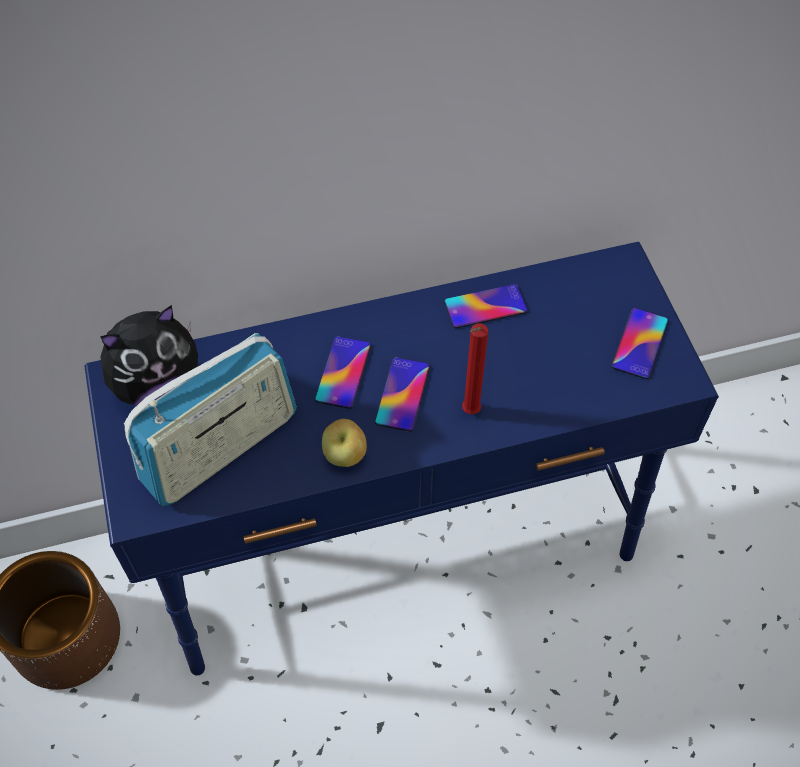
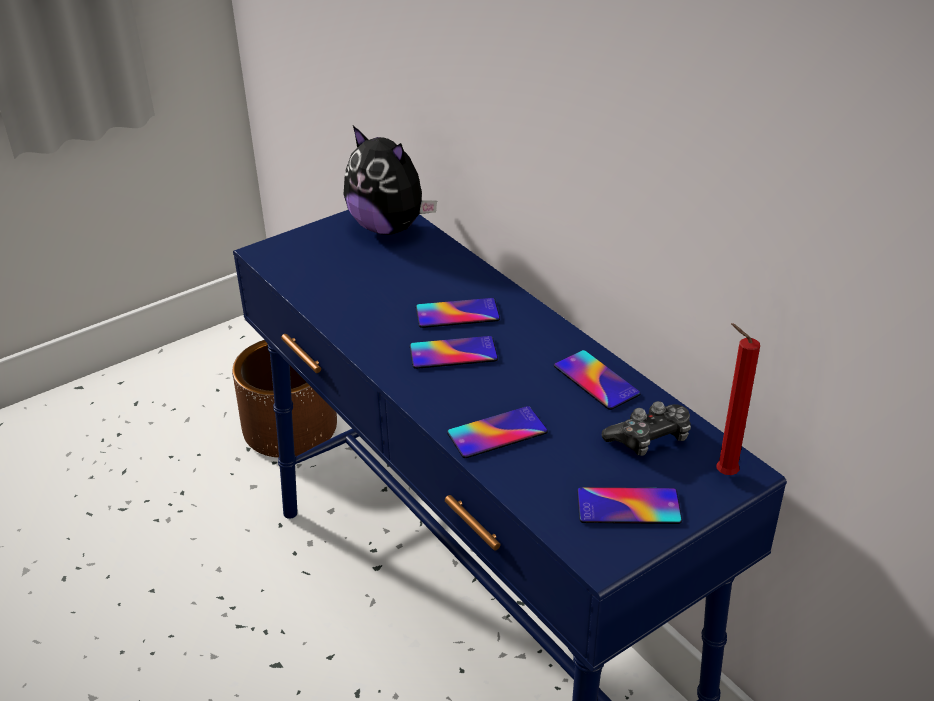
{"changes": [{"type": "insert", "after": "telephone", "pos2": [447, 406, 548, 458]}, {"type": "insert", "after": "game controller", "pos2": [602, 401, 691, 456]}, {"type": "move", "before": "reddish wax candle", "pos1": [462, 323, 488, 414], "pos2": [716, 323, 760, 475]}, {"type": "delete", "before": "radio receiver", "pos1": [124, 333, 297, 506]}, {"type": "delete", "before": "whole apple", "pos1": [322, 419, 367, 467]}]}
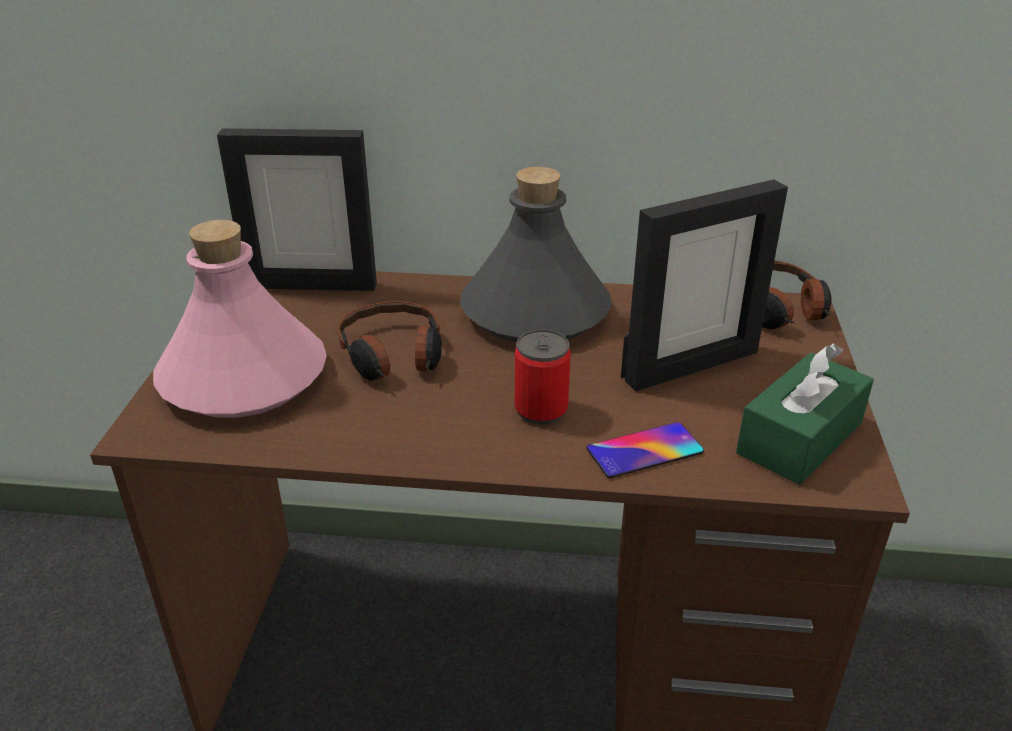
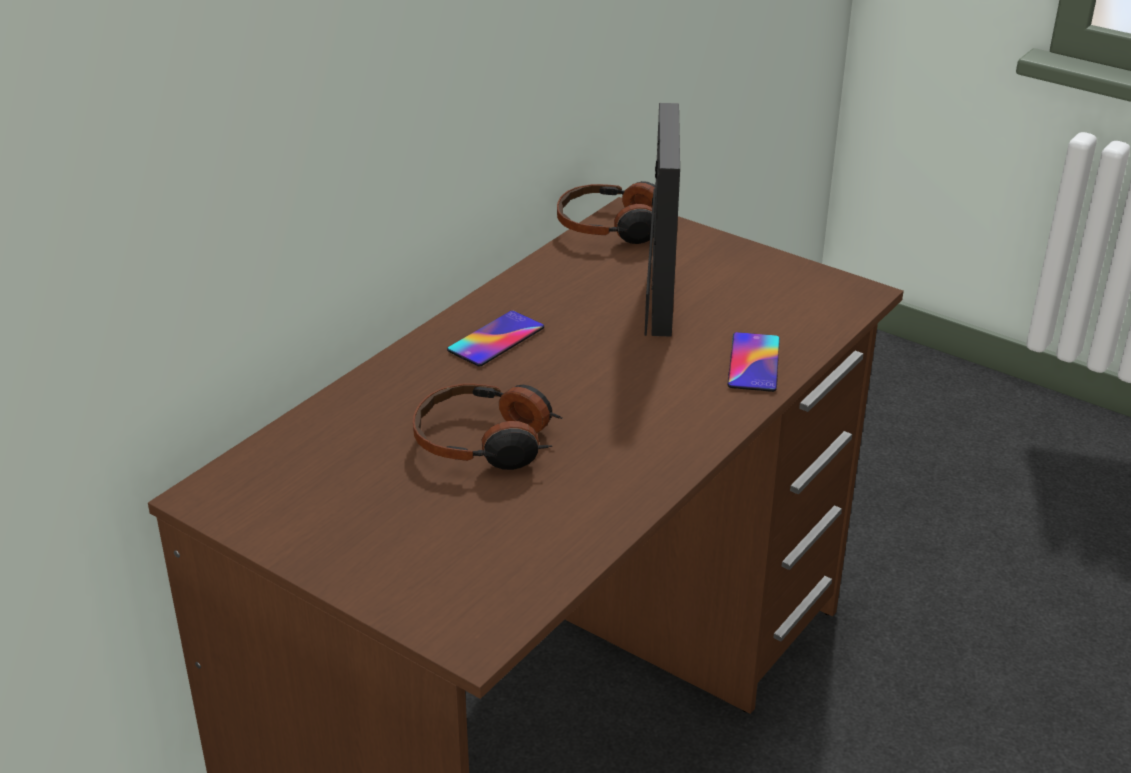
{"changes": [{"type": "replace", "before": "grey bottle", "after": "telephone", "pos1": [460, 167, 611, 342], "pos2": [447, 311, 544, 367]}, {"type": "delete", "before": "pink bottle", "pos1": [153, 220, 327, 418]}, {"type": "delete", "before": "picture frame", "pos1": [217, 128, 377, 291]}, {"type": "delete", "before": "metal can", "pos1": [515, 330, 571, 425]}, {"type": "delete", "before": "greenish tissue box", "pos1": [736, 343, 874, 485]}]}
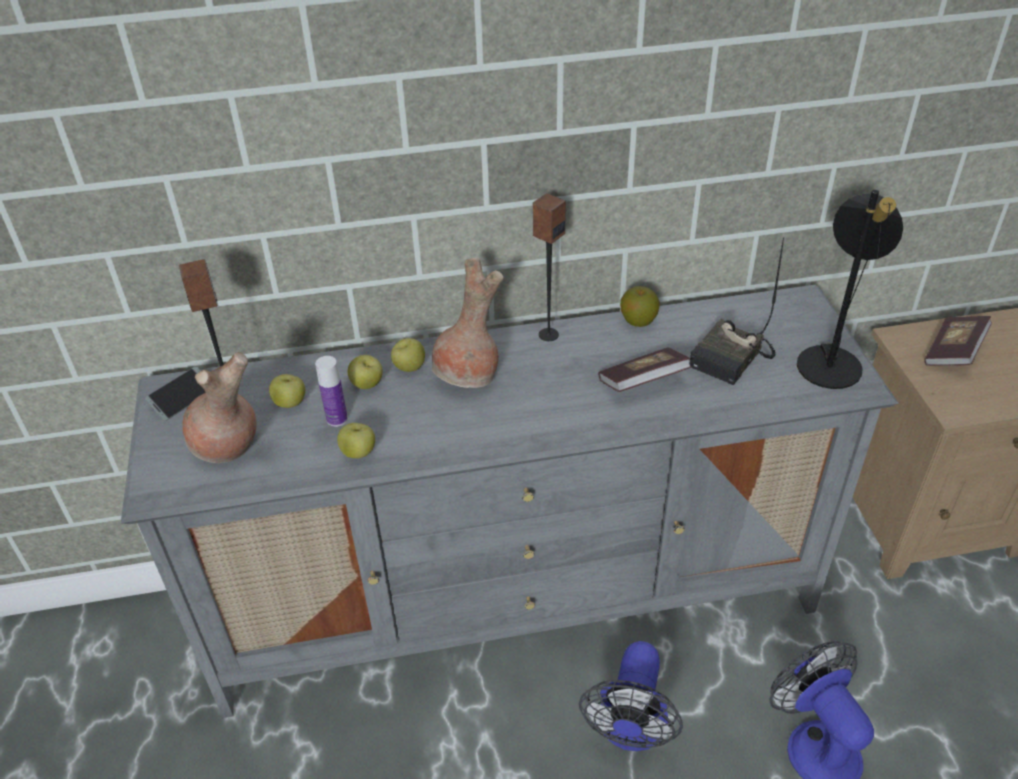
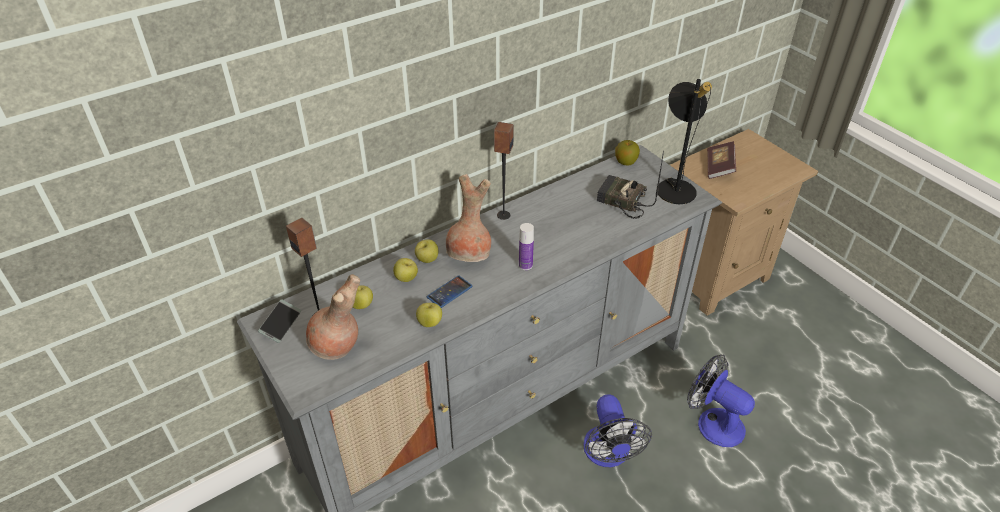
{"changes": [{"type": "insert", "after": "telephone", "pos2": [427, 275, 473, 308]}, {"type": "move", "before": "bottle", "pos1": [315, 356, 348, 427], "pos2": [519, 223, 534, 270]}, {"type": "rotate", "before": "radio receiver", "pos1": [689, 238, 784, 385], "pos2": [597, 151, 664, 219], "turn": 105}, {"type": "move", "before": "whole apple", "pos1": [620, 286, 660, 327], "pos2": [615, 140, 640, 166]}, {"type": "delete", "before": "book", "pos1": [598, 347, 692, 392]}]}
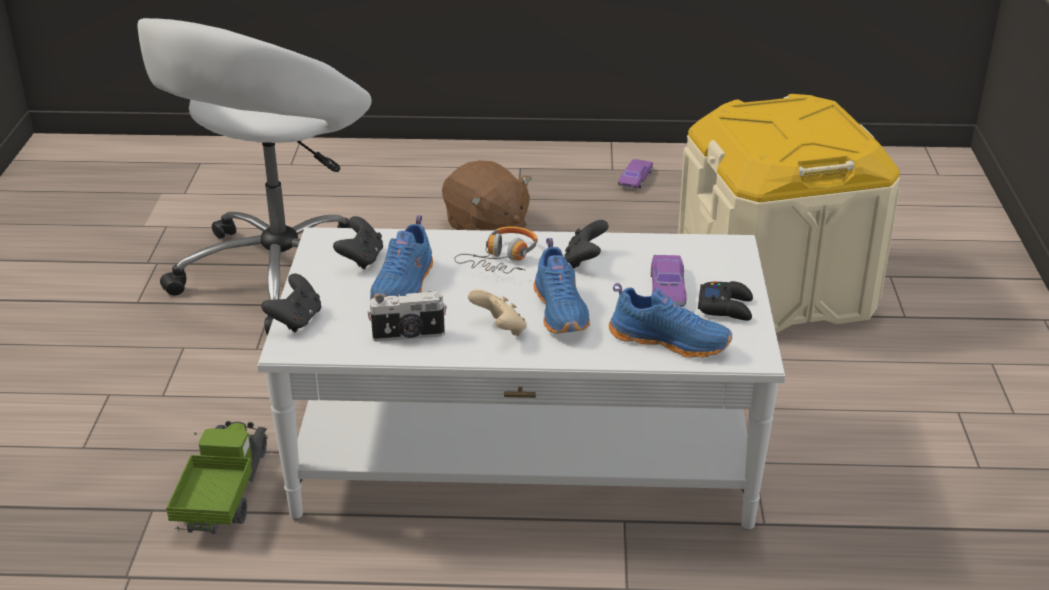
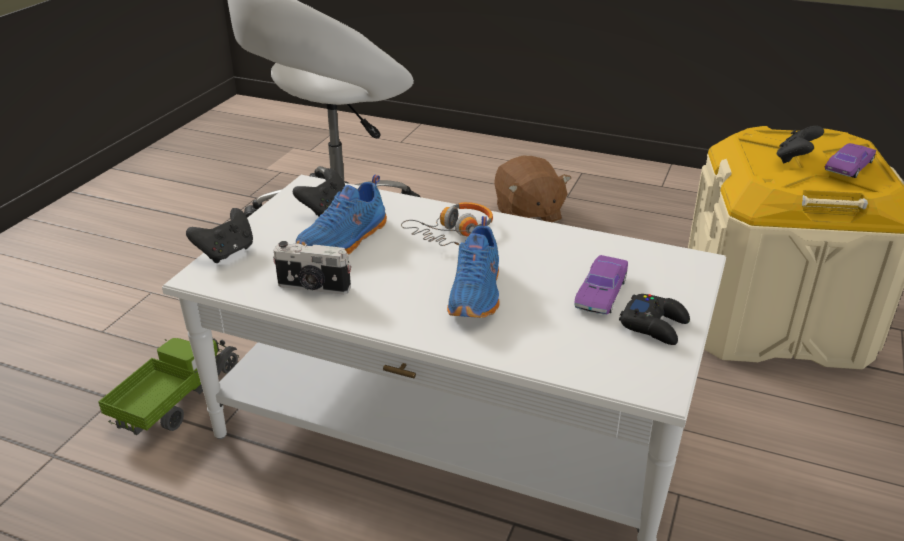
{"changes": [{"type": "move", "before": "black game controller", "pos1": [564, 220, 609, 269], "pos2": [776, 126, 824, 164]}, {"type": "move", "before": "purplish miniature car", "pos1": [618, 159, 653, 189], "pos2": [825, 143, 876, 178]}, {"type": "delete", "before": "sand-coloured game controller", "pos1": [468, 289, 527, 336]}, {"type": "delete", "before": "blue shoe", "pos1": [609, 283, 732, 358]}]}
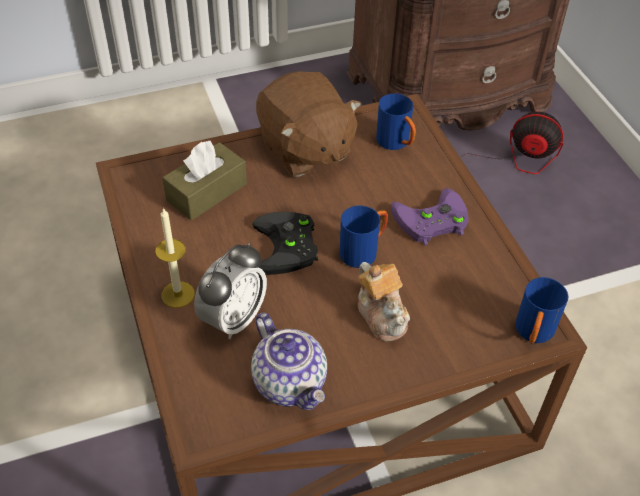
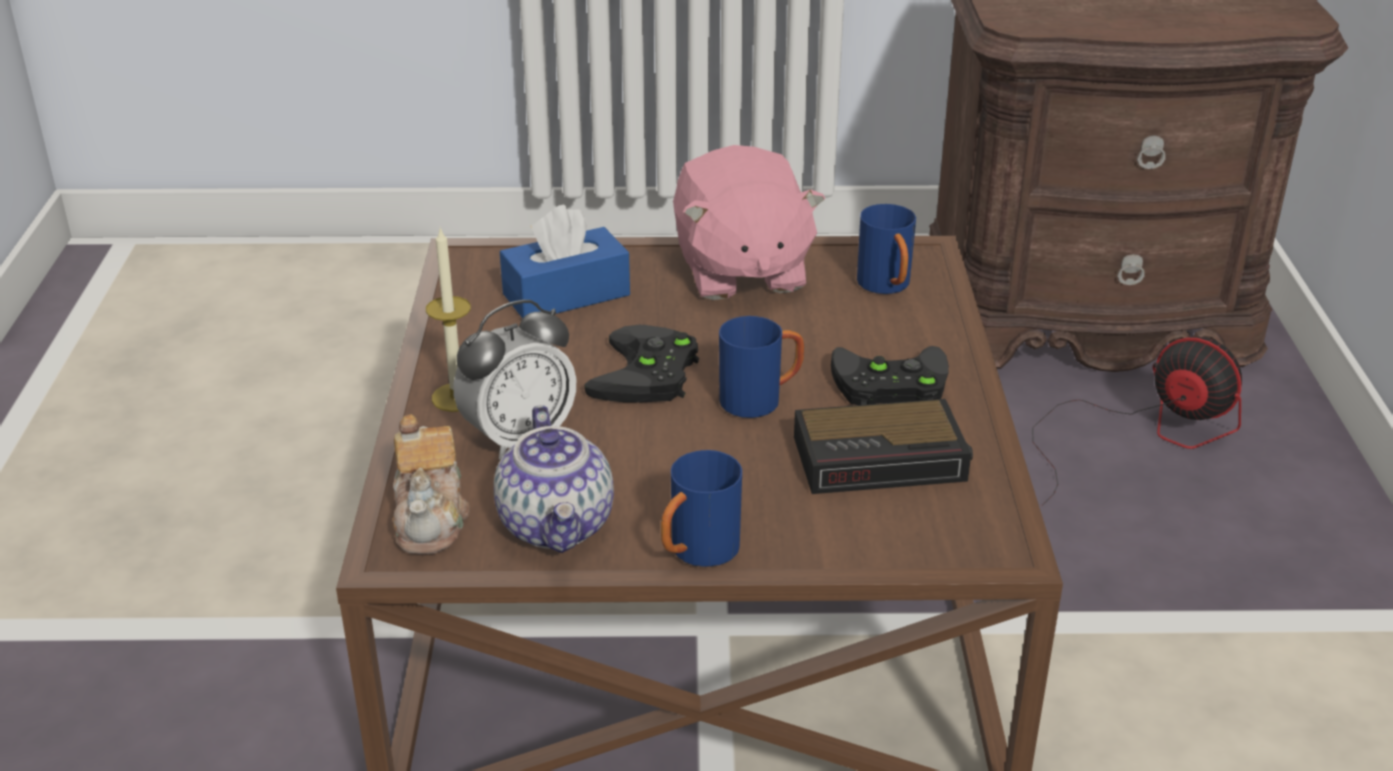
{"changes": [{"type": "move", "before": "teapot", "pos1": [358, 262, 410, 341], "pos2": [393, 414, 470, 554]}, {"type": "recolor", "before": "brownish tissue box", "after": "blue tissue box", "pos1": [162, 140, 247, 221], "pos2": [500, 205, 630, 319]}, {"type": "move", "before": "blue tea mug", "pos1": [515, 277, 568, 343], "pos2": [661, 450, 742, 567]}, {"type": "recolor", "before": "brownish cuddly toy", "after": "pink cuddly toy", "pos1": [256, 71, 362, 177], "pos2": [673, 145, 826, 300]}, {"type": "insert", "after": "table clock", "pos2": [794, 399, 973, 494]}, {"type": "recolor", "before": "purplish game controller", "after": "black game controller", "pos1": [391, 188, 469, 245], "pos2": [831, 346, 949, 405]}]}
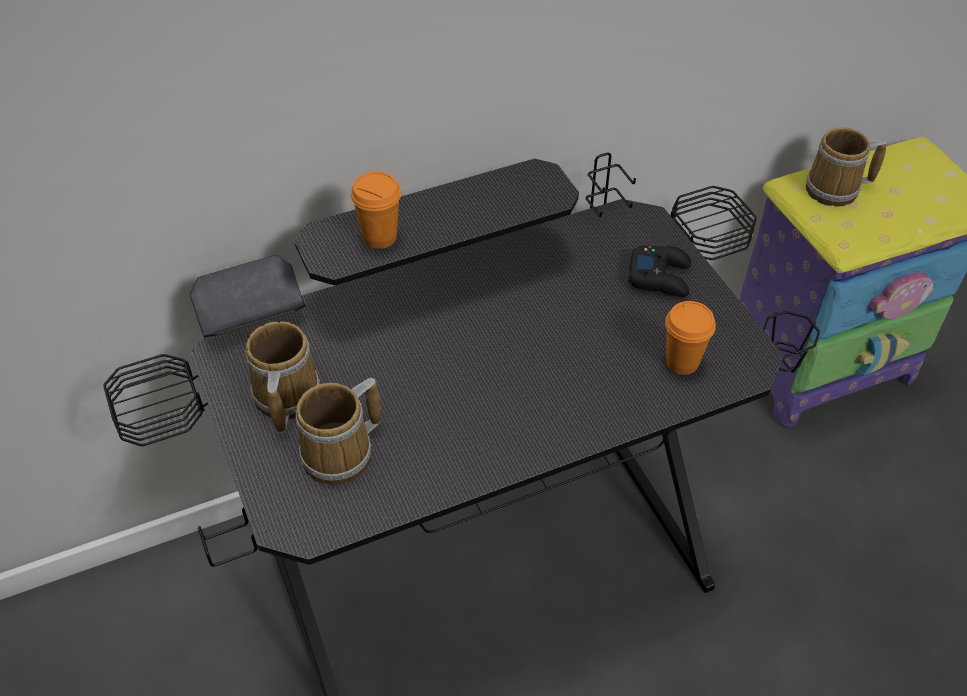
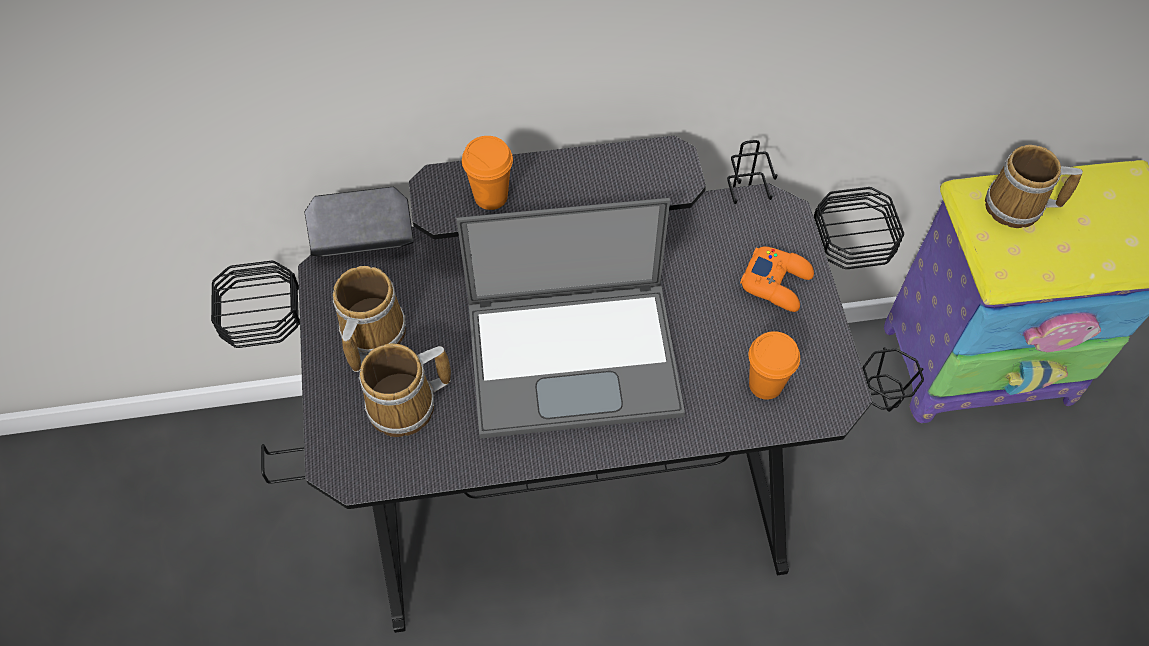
{"changes": [{"type": "insert", "after": "portable computer", "pos2": [456, 198, 685, 439]}, {"type": "recolor", "before": "black game controller", "after": "orangey game controller", "pos1": [628, 246, 691, 297], "pos2": [740, 246, 814, 312]}]}
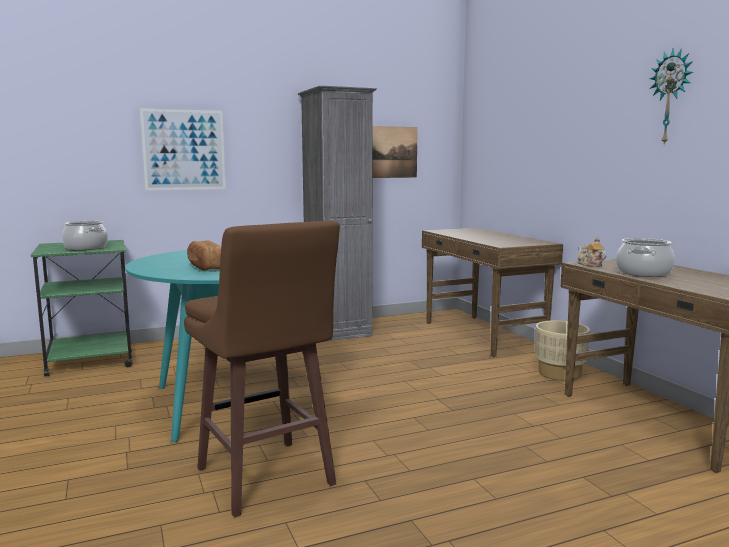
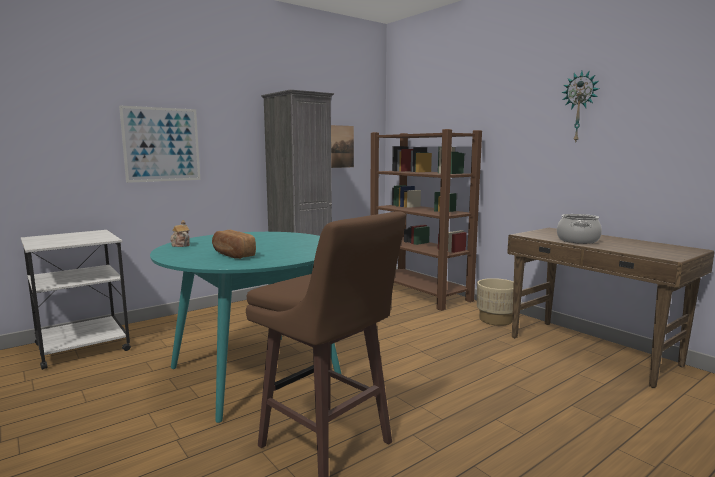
{"changes": [{"type": "recolor", "before": "greenish cart", "after": "whitish cart", "pos1": [31, 240, 133, 376], "pos2": [21, 230, 131, 370]}, {"type": "move", "before": "teapot", "pos1": [577, 237, 607, 267], "pos2": [170, 220, 190, 247]}, {"type": "replace", "before": "brownish hall table", "after": "brownish bookshelf", "pos1": [422, 228, 563, 357], "pos2": [370, 129, 482, 311]}, {"type": "delete", "before": "stockpot", "pos1": [62, 221, 108, 250]}]}
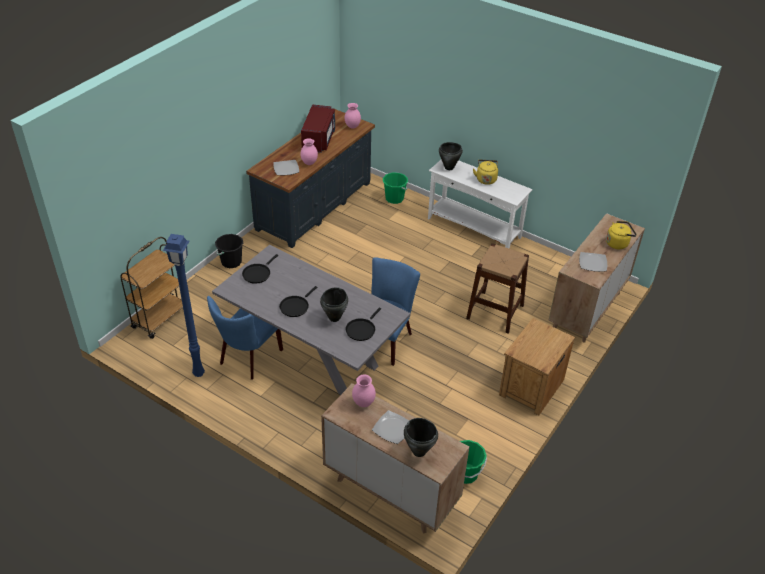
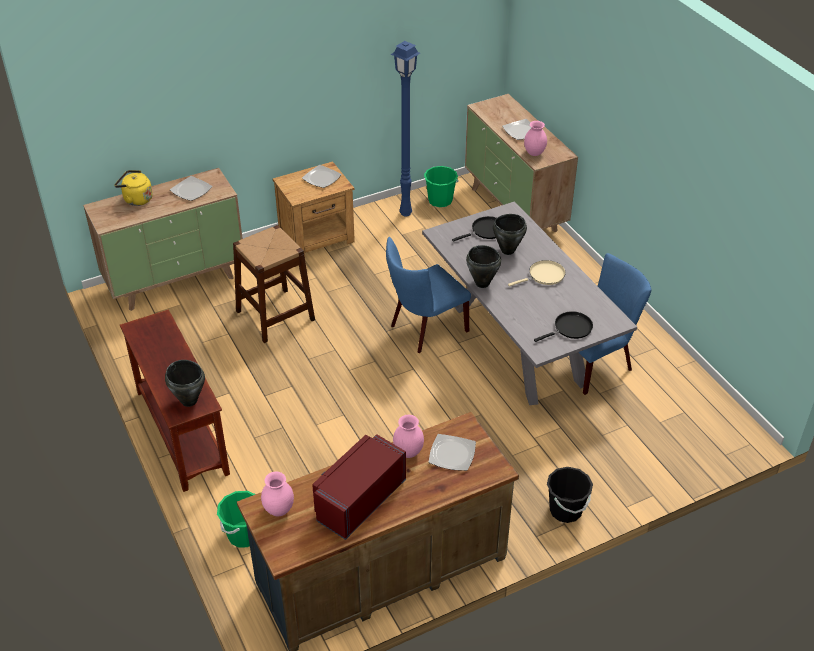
{"changes": [{"type": "recolor", "before": "whitish hall table", "after": "brownish hall table", "pos1": [428, 160, 532, 249], "pos2": [120, 309, 230, 492]}, {"type": "insert", "after": "plate", "pos2": [302, 165, 342, 188]}, {"type": "move", "before": "blue standard lamp", "pos1": [163, 234, 205, 377], "pos2": [391, 41, 420, 216]}, {"type": "move", "before": "black stockpot", "pos1": [404, 418, 438, 457], "pos2": [466, 245, 501, 288]}, {"type": "recolor", "before": "black skillet", "after": "sand-coloured skillet", "pos1": [279, 286, 317, 317], "pos2": [508, 260, 566, 287]}, {"type": "delete", "before": "brownish cart", "pos1": [120, 237, 183, 339]}, {"type": "delete", "before": "yellow-coloured water kettle", "pos1": [473, 160, 498, 185]}]}
